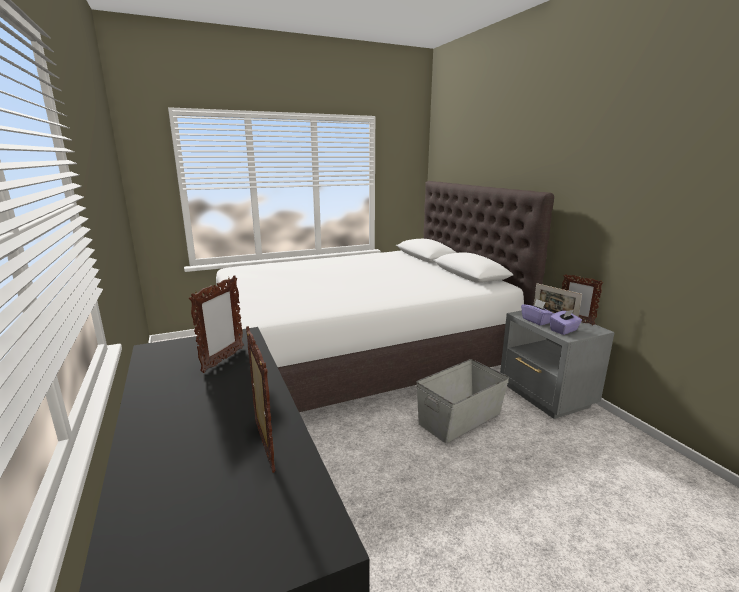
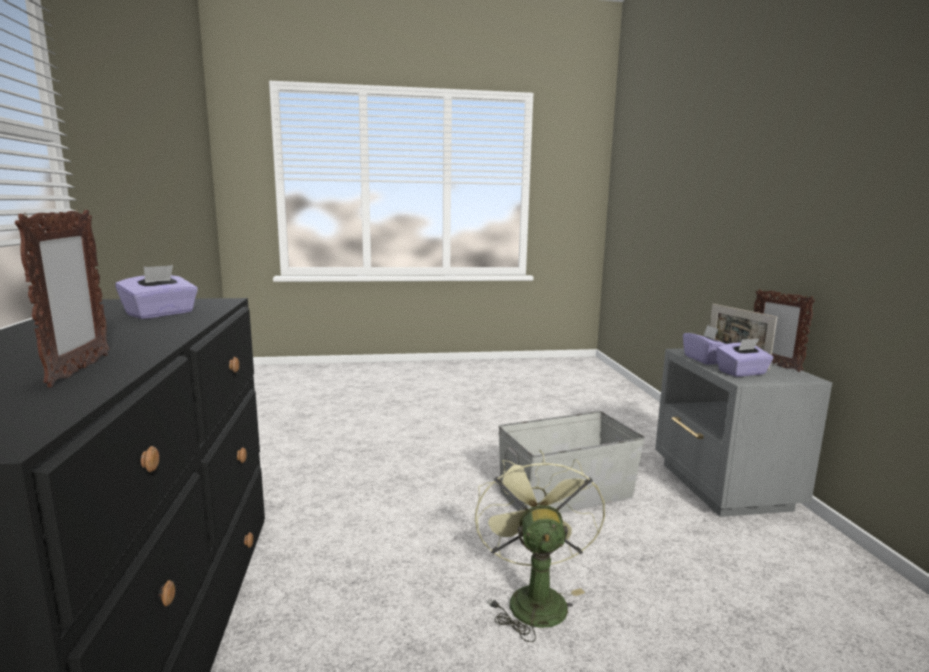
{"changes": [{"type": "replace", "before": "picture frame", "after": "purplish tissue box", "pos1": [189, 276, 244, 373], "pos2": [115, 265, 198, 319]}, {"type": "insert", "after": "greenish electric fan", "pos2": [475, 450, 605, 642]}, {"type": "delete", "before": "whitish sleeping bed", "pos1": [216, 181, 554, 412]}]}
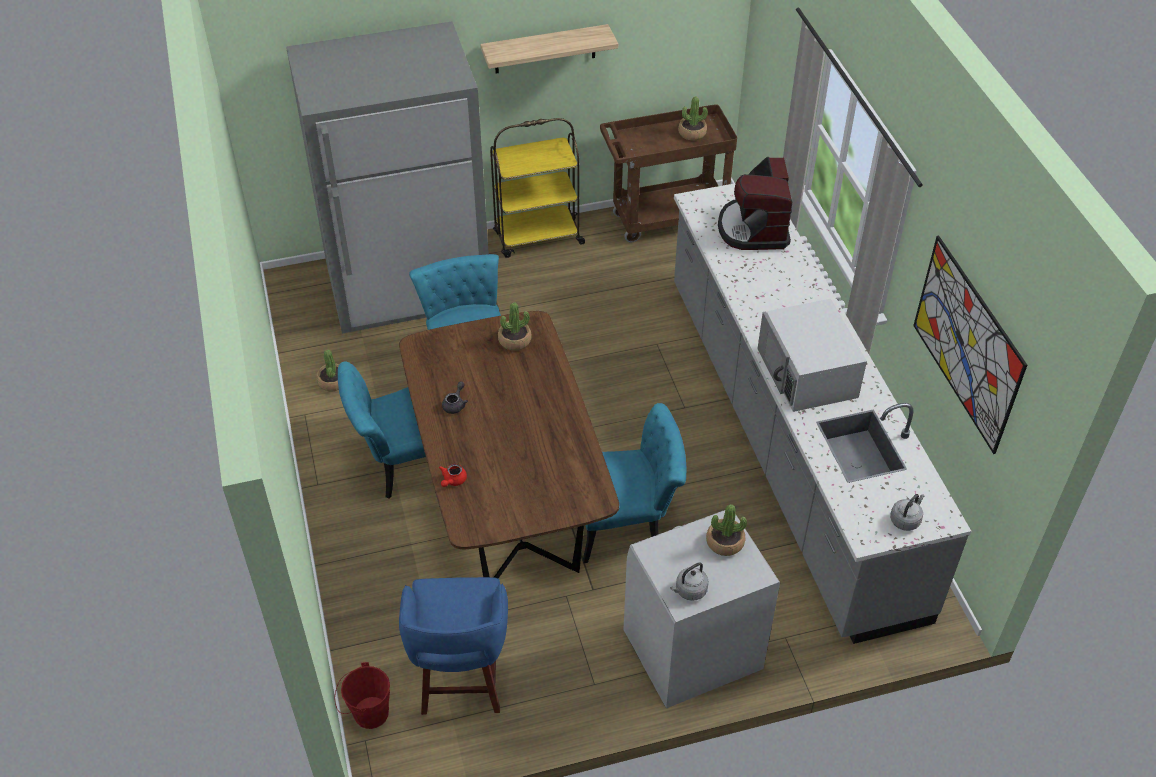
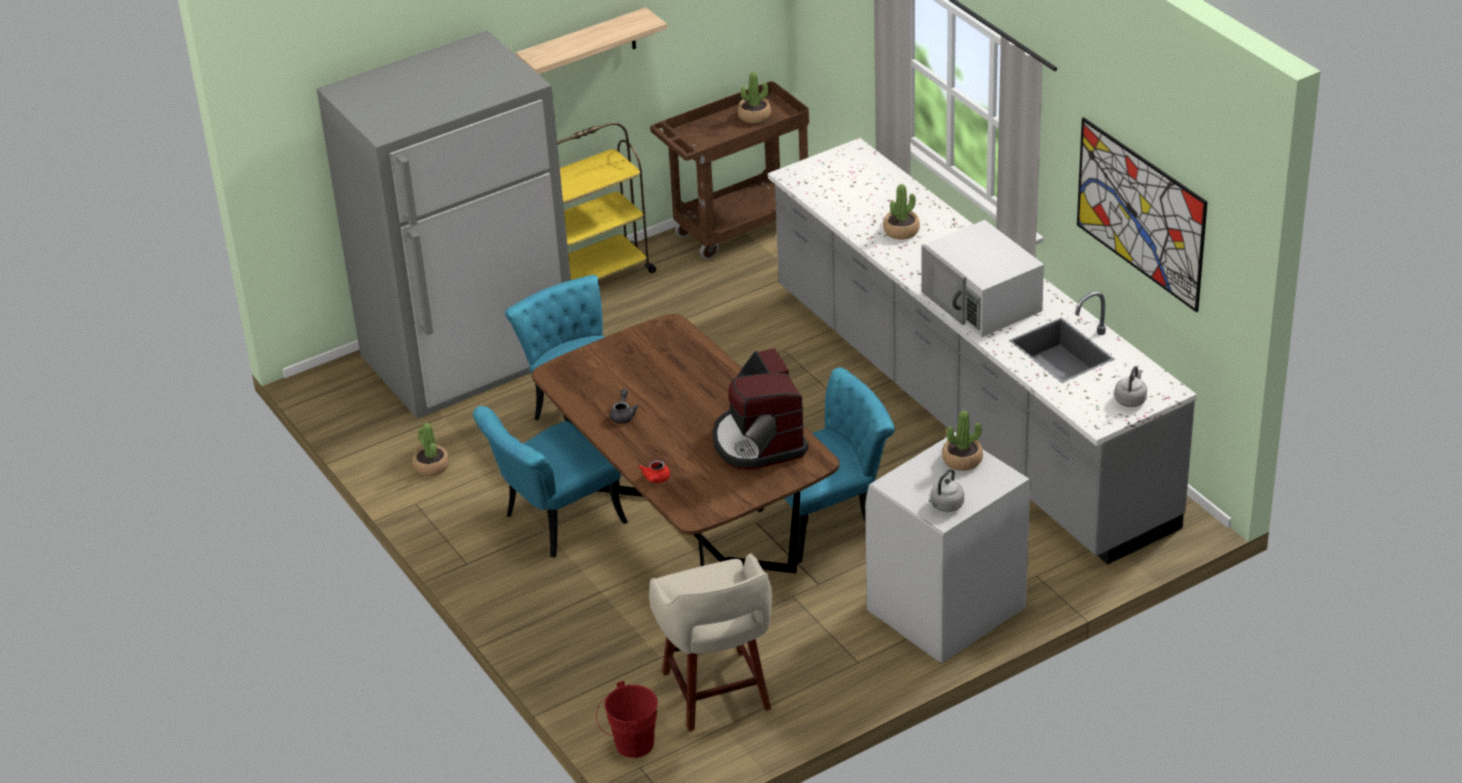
{"changes": [{"type": "recolor", "before": "blue sitting stool", "after": "sand-coloured sitting stool", "pos1": [399, 577, 508, 715], "pos2": [649, 553, 772, 731]}, {"type": "move", "before": "coffee machine", "pos1": [718, 157, 792, 250], "pos2": [713, 348, 808, 470]}, {"type": "move", "before": "houseplant", "pos1": [498, 302, 532, 351], "pos2": [883, 184, 920, 239]}]}
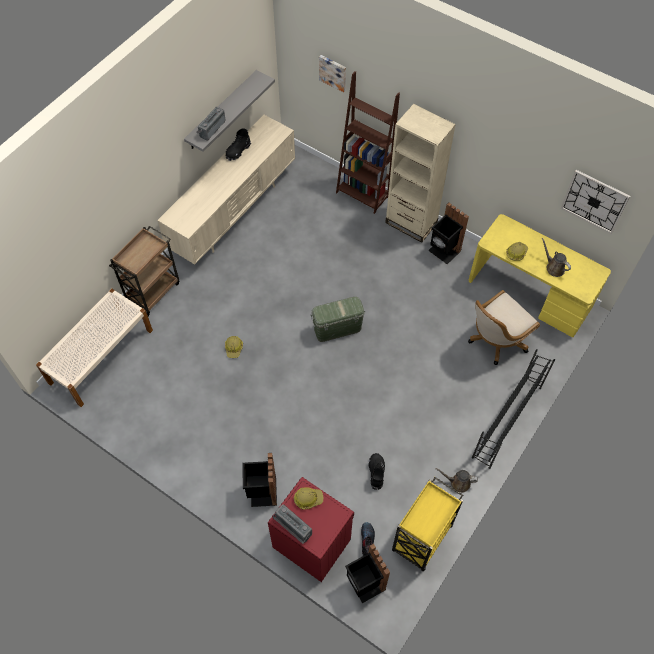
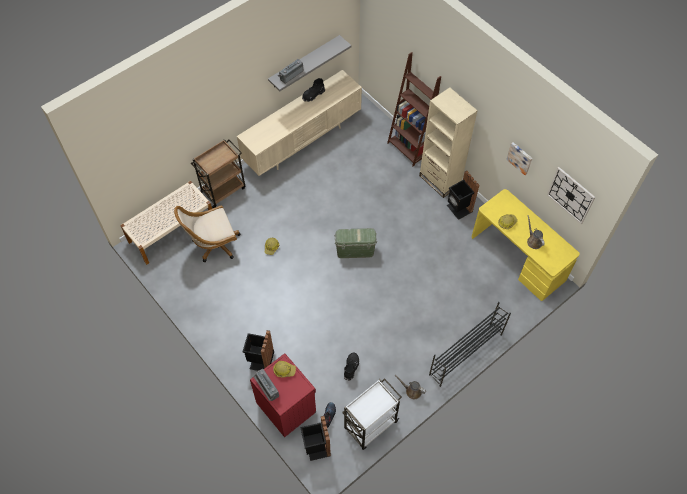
{"changes": [{"type": "move", "before": "desk chair", "pos1": [468, 290, 540, 365], "pos2": [174, 206, 241, 262]}, {"type": "recolor", "before": "yellow-coloured cart", "after": "whitish cart", "pos1": [392, 477, 463, 571], "pos2": [342, 378, 402, 450]}, {"type": "move", "before": "picture", "pos1": [319, 55, 346, 92], "pos2": [506, 142, 532, 175]}]}
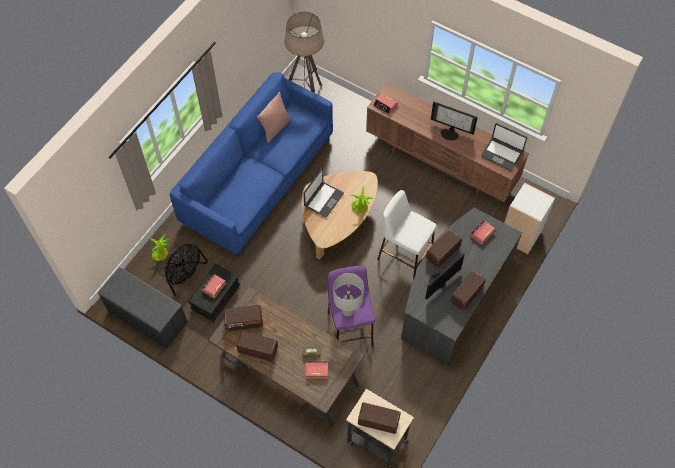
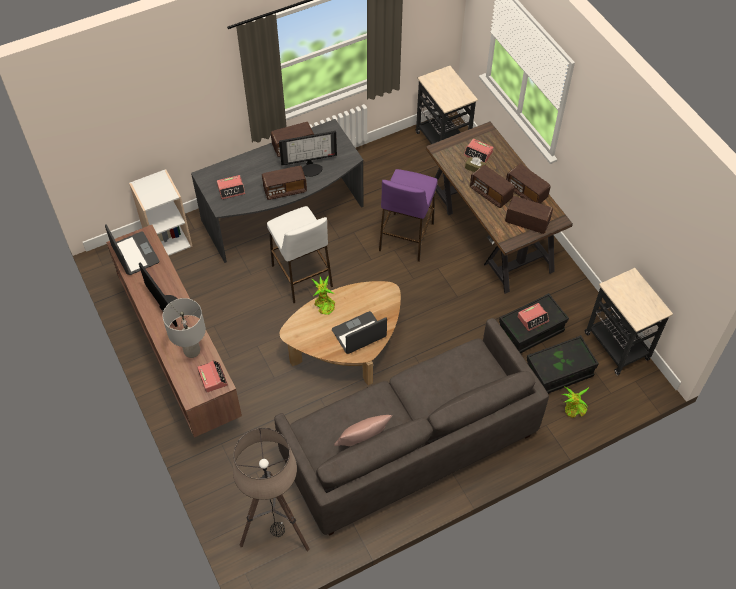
{"changes": [{"type": "move", "before": "grey tabletop lamp", "pos1": [333, 273, 364, 316], "pos2": [163, 298, 206, 358]}, {"type": "recolor", "before": "blue couch", "after": "grey couch", "pos1": [170, 73, 333, 255], "pos2": [275, 318, 549, 536]}, {"type": "move", "before": "radio receiver", "pos1": [358, 402, 401, 434], "pos2": [470, 165, 515, 208]}, {"type": "replace", "before": "black electric fan", "after": "black storage container", "pos1": [156, 244, 208, 296], "pos2": [527, 335, 599, 394]}, {"type": "replace", "before": "grey indoor bench", "after": "cart", "pos1": [98, 267, 187, 349], "pos2": [585, 268, 673, 375]}]}
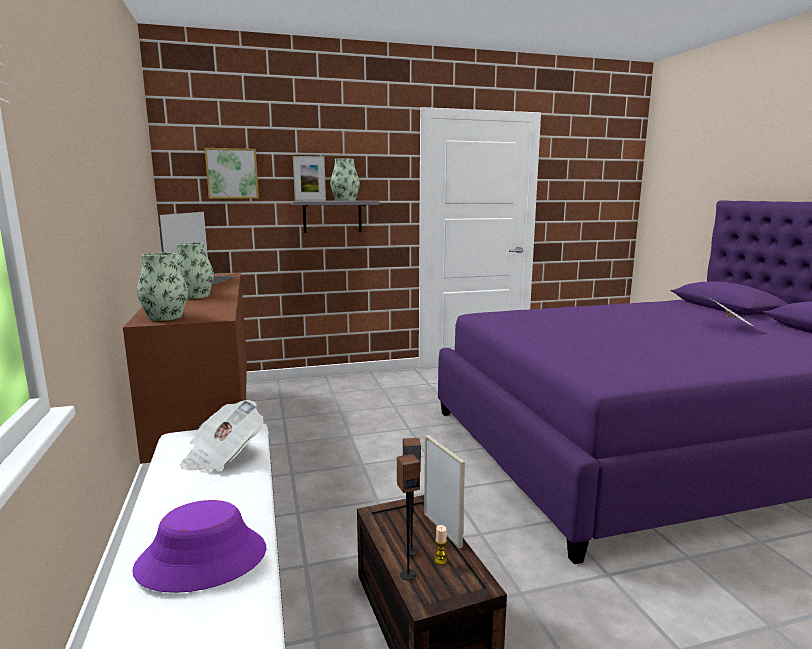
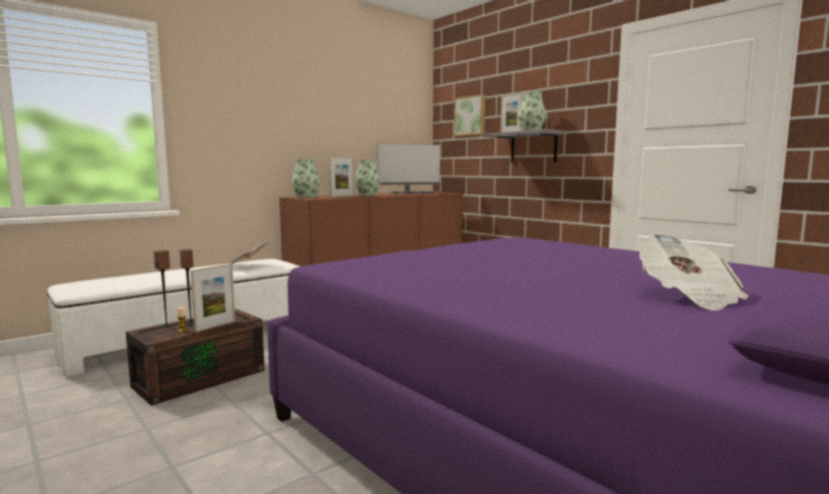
{"changes": [{"type": "insert", "after": "picture frame", "pos2": [329, 157, 354, 197]}, {"type": "delete", "before": "purplish clothing hat", "pos1": [132, 500, 266, 593]}]}
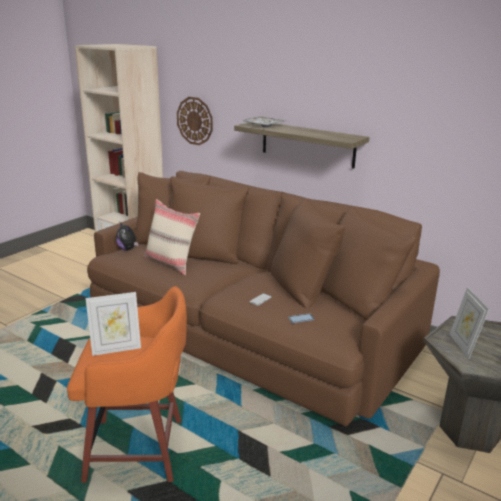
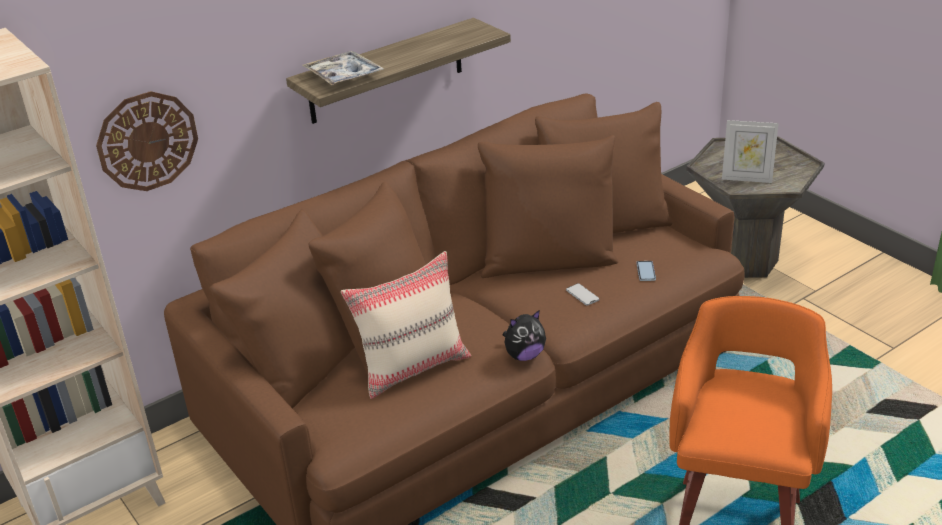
{"changes": [{"type": "move", "before": "cuddly toy", "pos1": [116, 222, 139, 251], "pos2": [503, 310, 546, 361]}, {"type": "delete", "before": "picture frame", "pos1": [86, 292, 141, 356]}]}
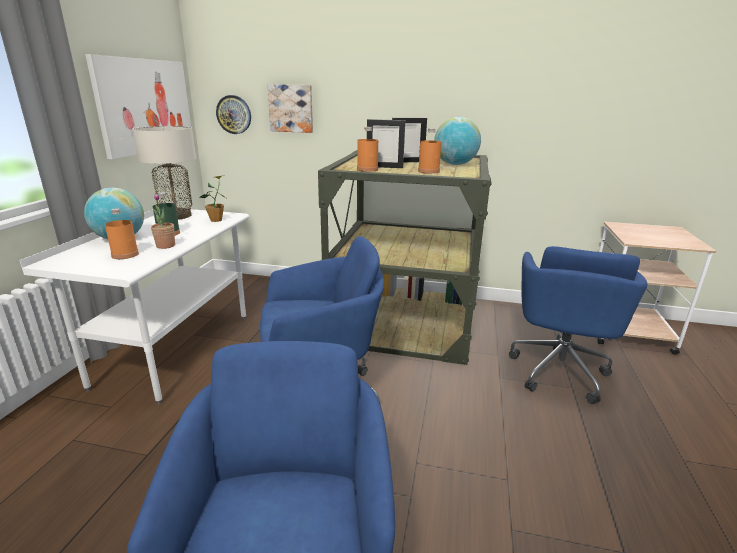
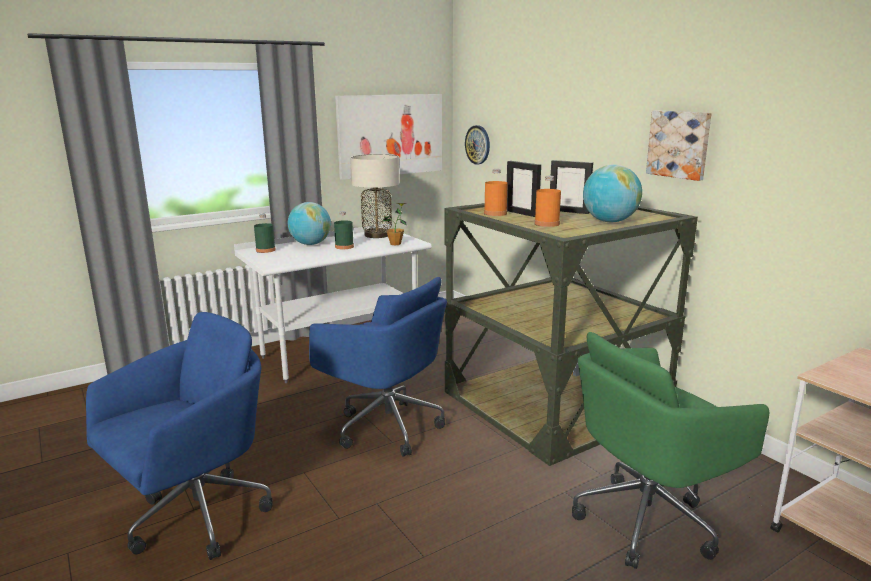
{"changes": [{"type": "insert", "after": "greenish bottle", "pos2": [254, 214, 276, 253]}, {"type": "recolor", "before": "blue desk chair", "after": "greenish desk chair", "pos1": [509, 246, 647, 404], "pos2": [572, 332, 769, 569]}, {"type": "move", "before": "picture", "pos1": [267, 84, 313, 133], "pos2": [646, 111, 712, 181]}, {"type": "delete", "before": "orangey bottle", "pos1": [105, 208, 139, 259]}, {"type": "delete", "before": "houseplant", "pos1": [151, 193, 175, 249]}]}
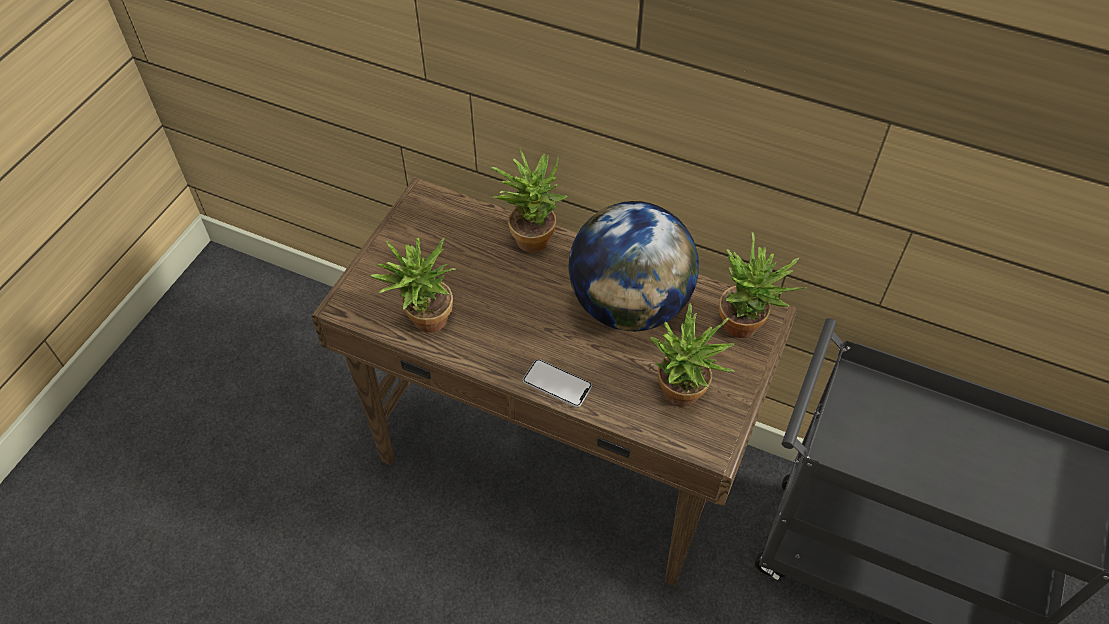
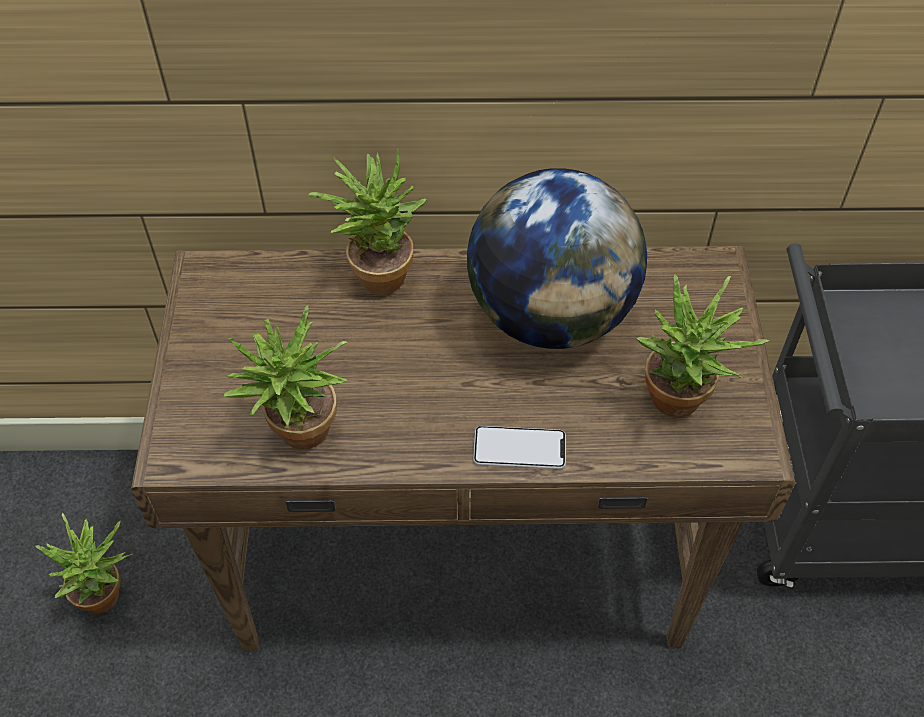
{"changes": [{"type": "move", "before": "houseplant", "pos1": [719, 232, 807, 338], "pos2": [36, 513, 133, 613]}]}
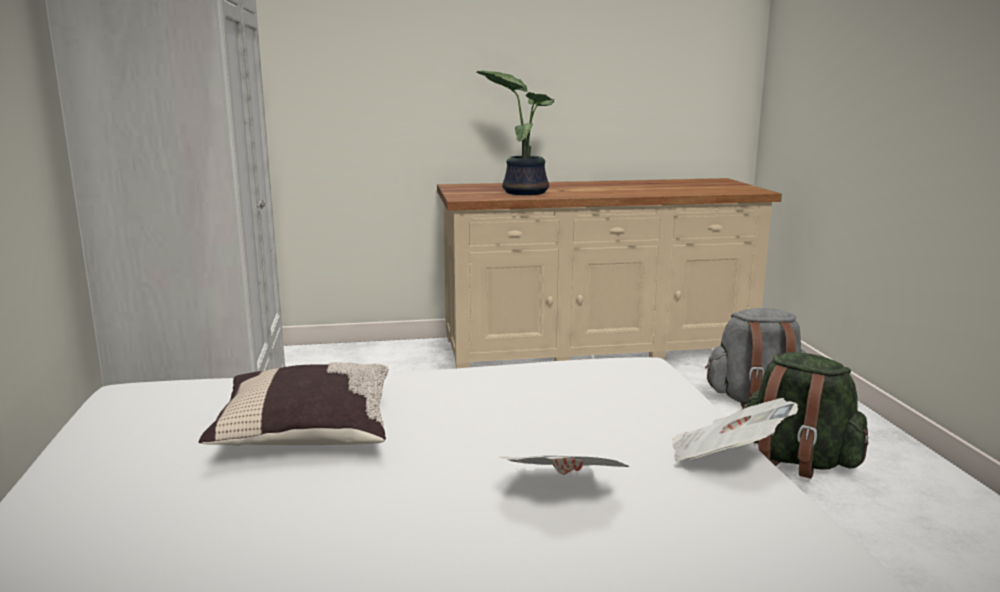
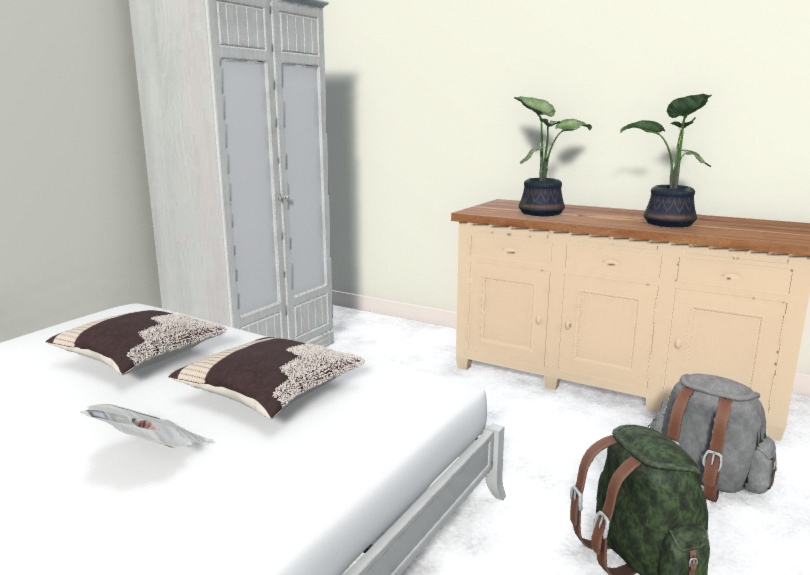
{"changes": [{"type": "insert", "after": "throw pillow", "pos2": [168, 337, 365, 419]}, {"type": "insert", "after": "houseplant", "pos2": [620, 94, 712, 227]}, {"type": "delete", "before": "newspaper", "pos1": [672, 398, 798, 462]}]}
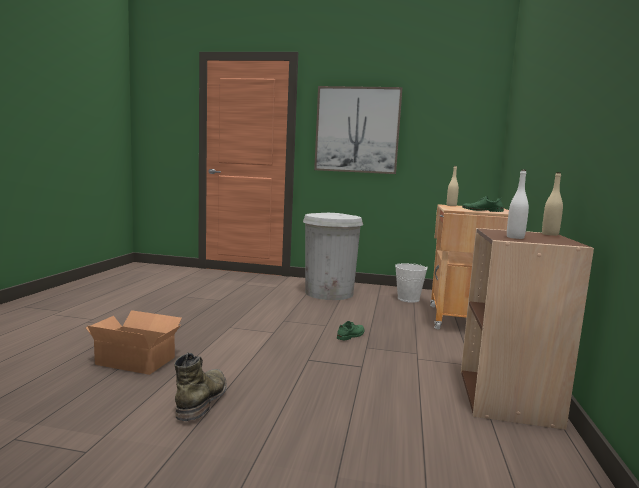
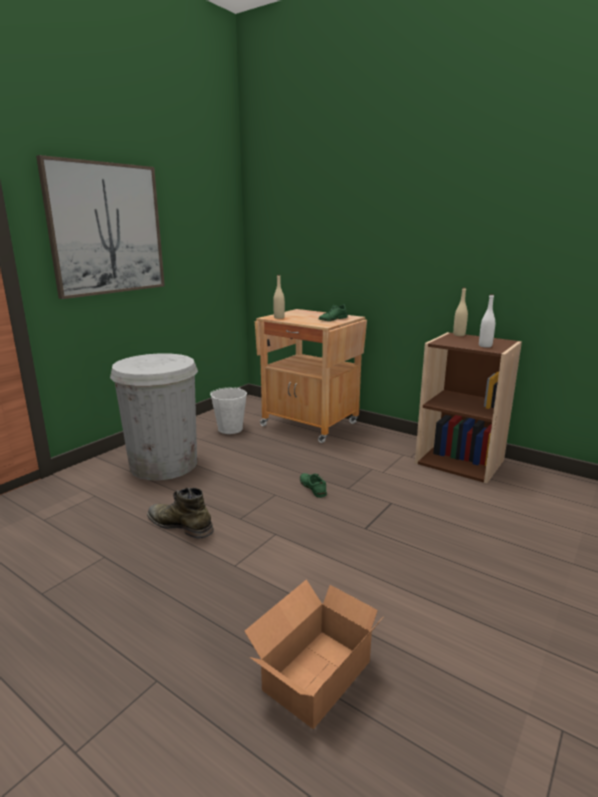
{"changes": [{"type": "move", "before": "greenish tall boot", "pos1": [174, 353, 227, 421], "pos2": [147, 488, 214, 539]}]}
